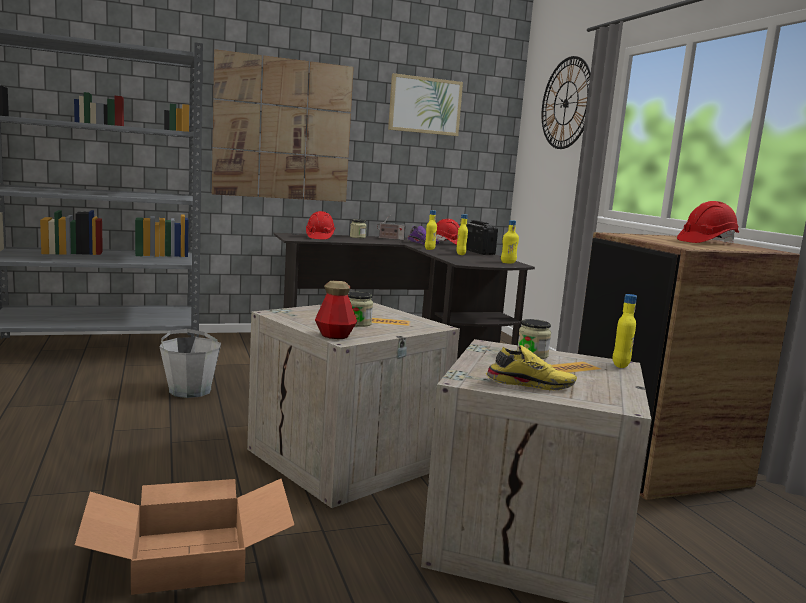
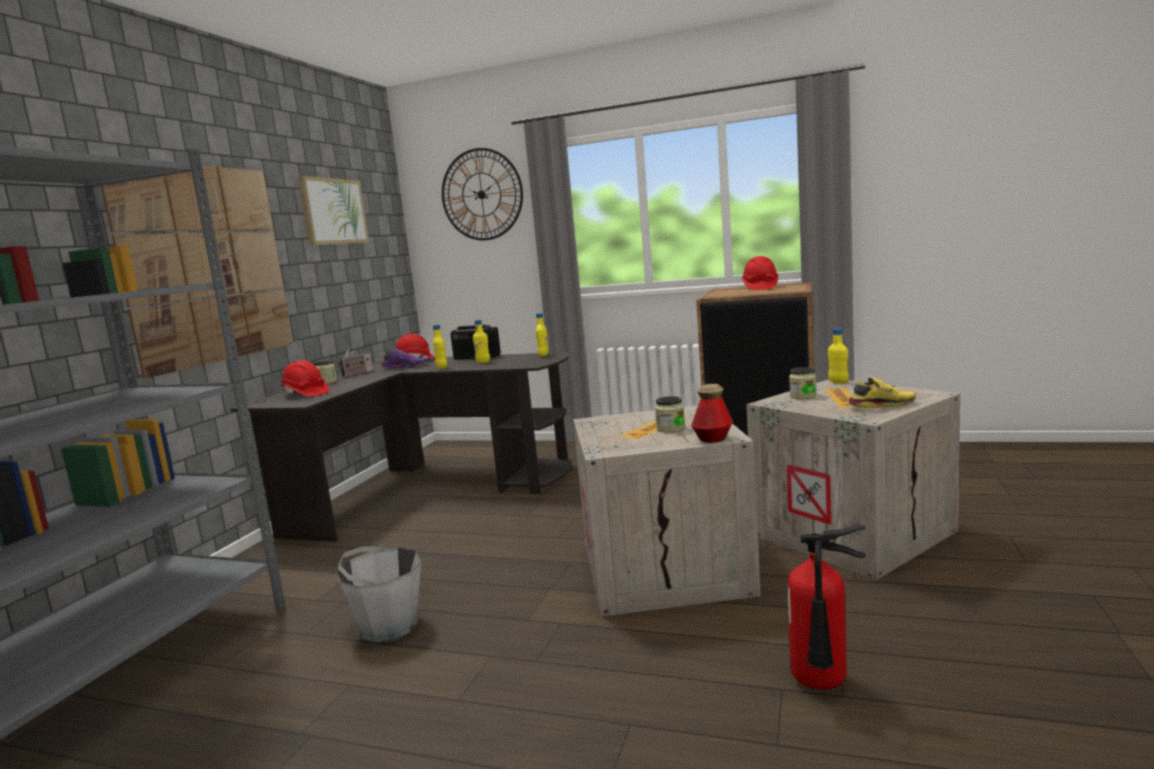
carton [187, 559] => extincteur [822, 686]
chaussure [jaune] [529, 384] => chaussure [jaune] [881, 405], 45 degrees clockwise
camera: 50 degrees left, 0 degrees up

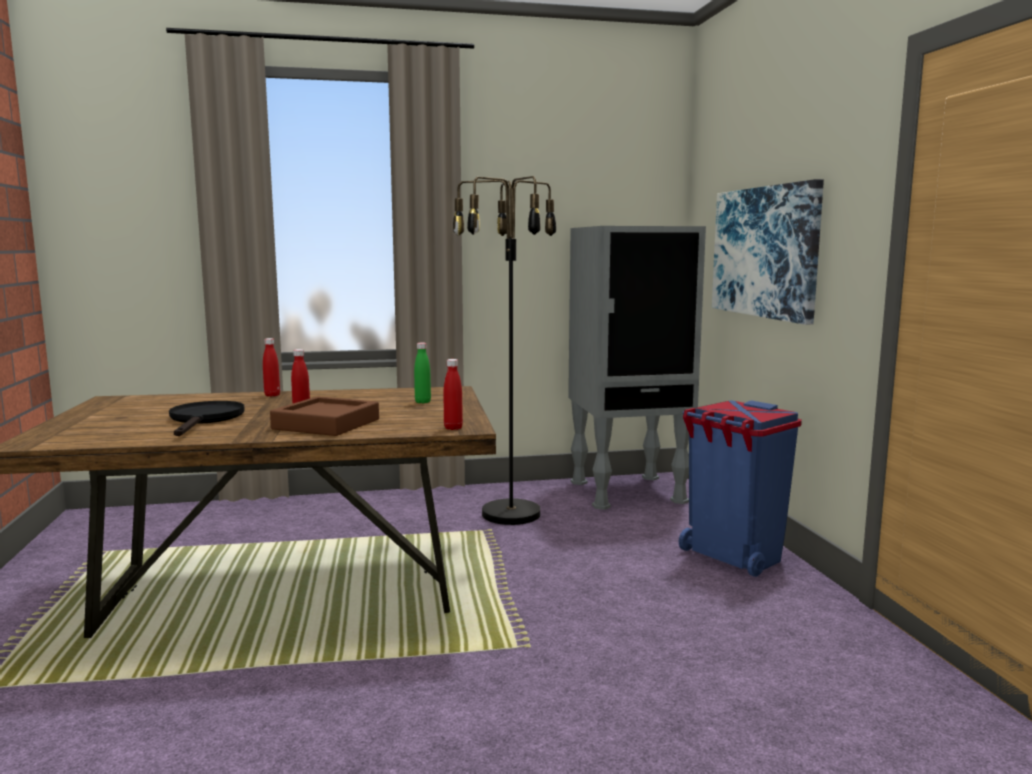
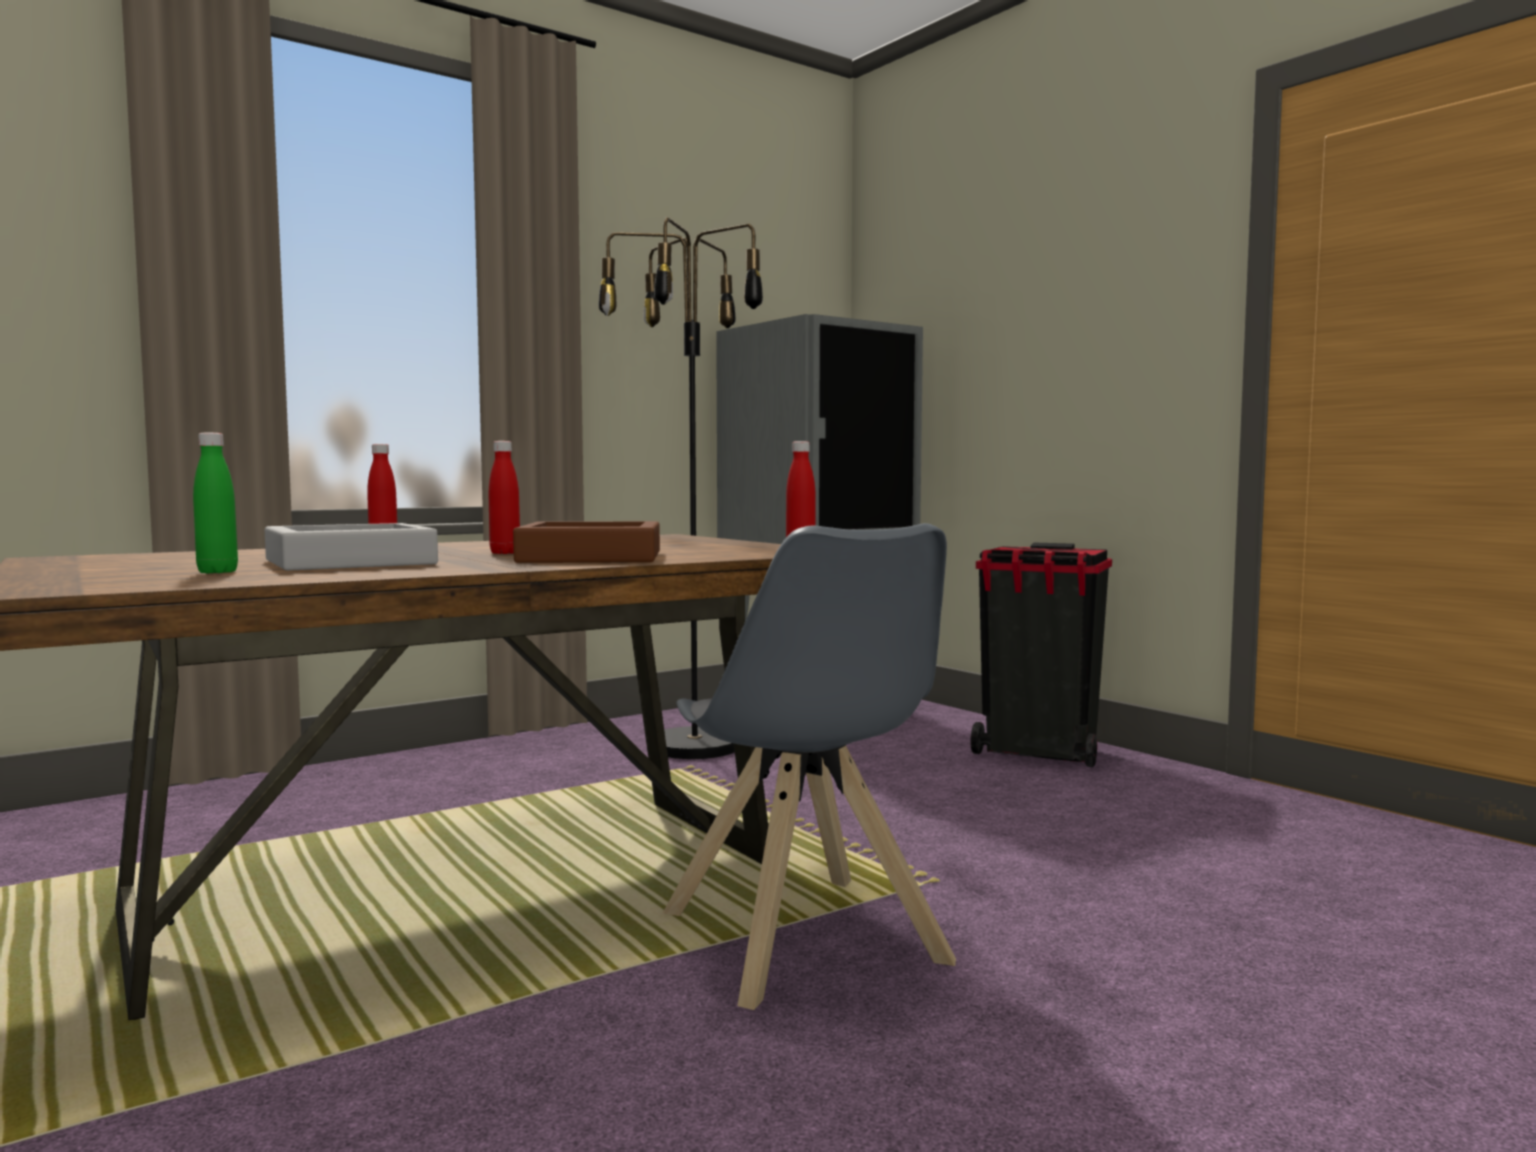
poêle [noir] [205, 419] => plateau [gris] [350, 562]
bouteille [vert] [422, 402] => bouteille [vert] [217, 572], shifted
poubelle [bleu] [733, 557] => poubelle [noir] [1039, 753]
tableau [764, 252] => nothing
nothing => chaise [gris] [805, 941]
camera: 25 degrees left, 5 degrees down

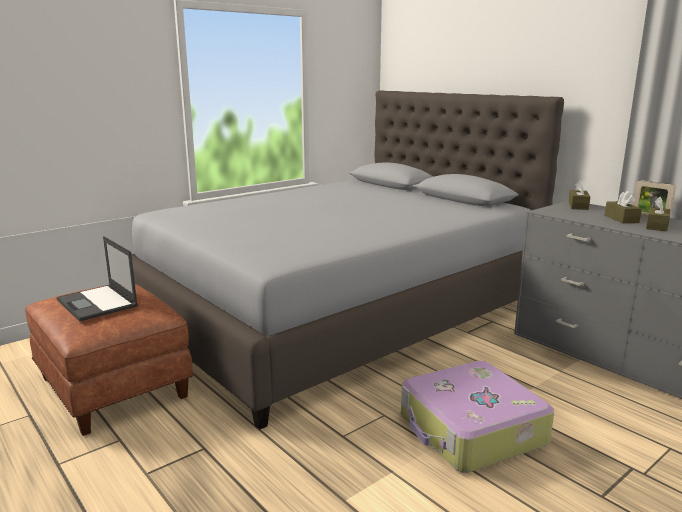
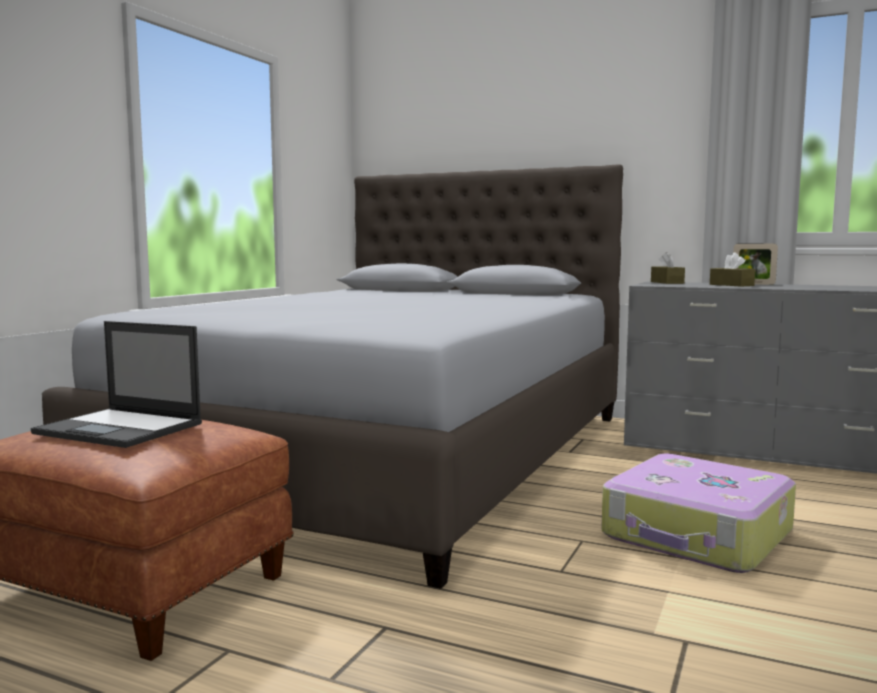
boîte à mouchoirs [marron] [656, 226] => nothing
camera: 25 degrees left, 10 degrees down

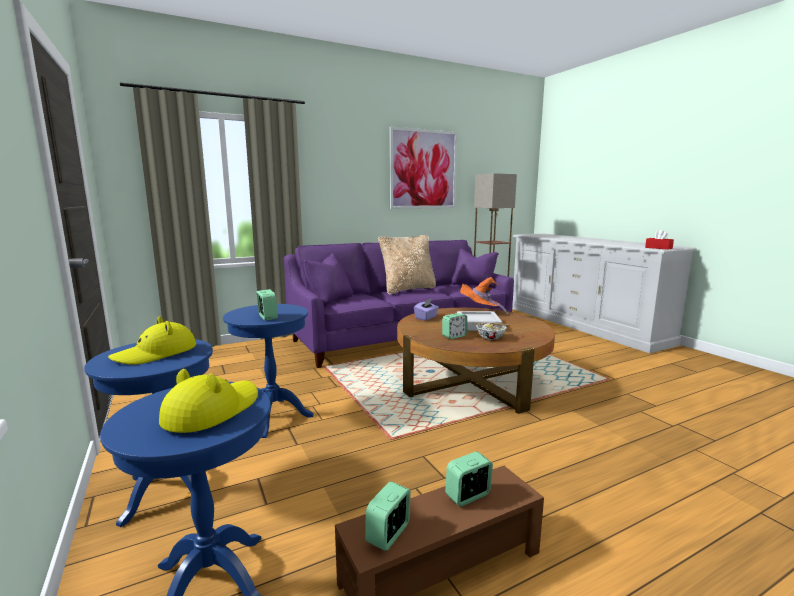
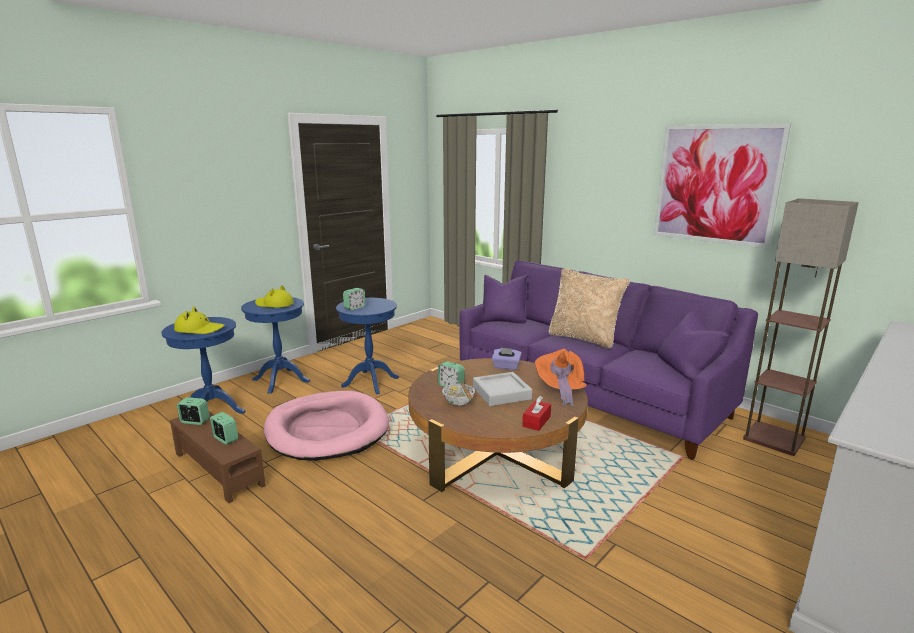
boîte à mouchoirs [rouge] [658, 248] => boîte à mouchoirs [rouge] [536, 421], shifted
nothing => panier pour chien [rose] [327, 430]
camera: 70 degrees right, 5 degrees up

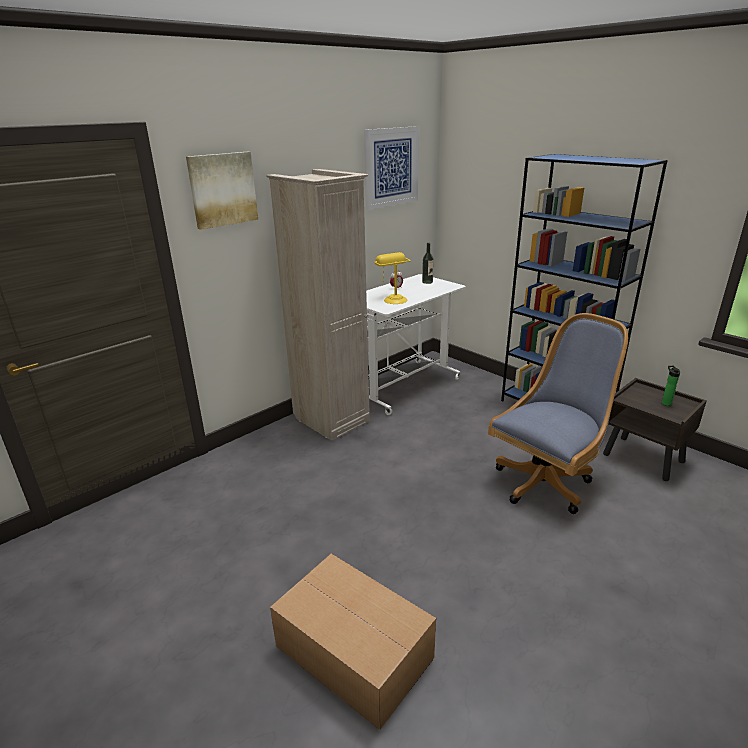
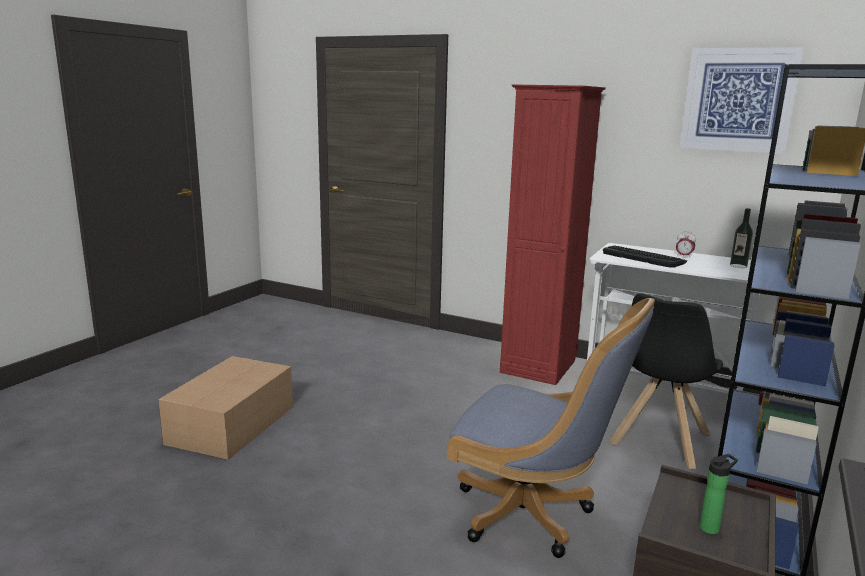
tableau [222, 189] => nothing
meuble de rangement [beige] [332, 419] => meuble de rangement [rouge] [539, 366]
lampe de table [jaune] [392, 298] => clavier [643, 257]
nothing => chaise [noir] [658, 441]
camera: 70 degrees right, 10 degrees down

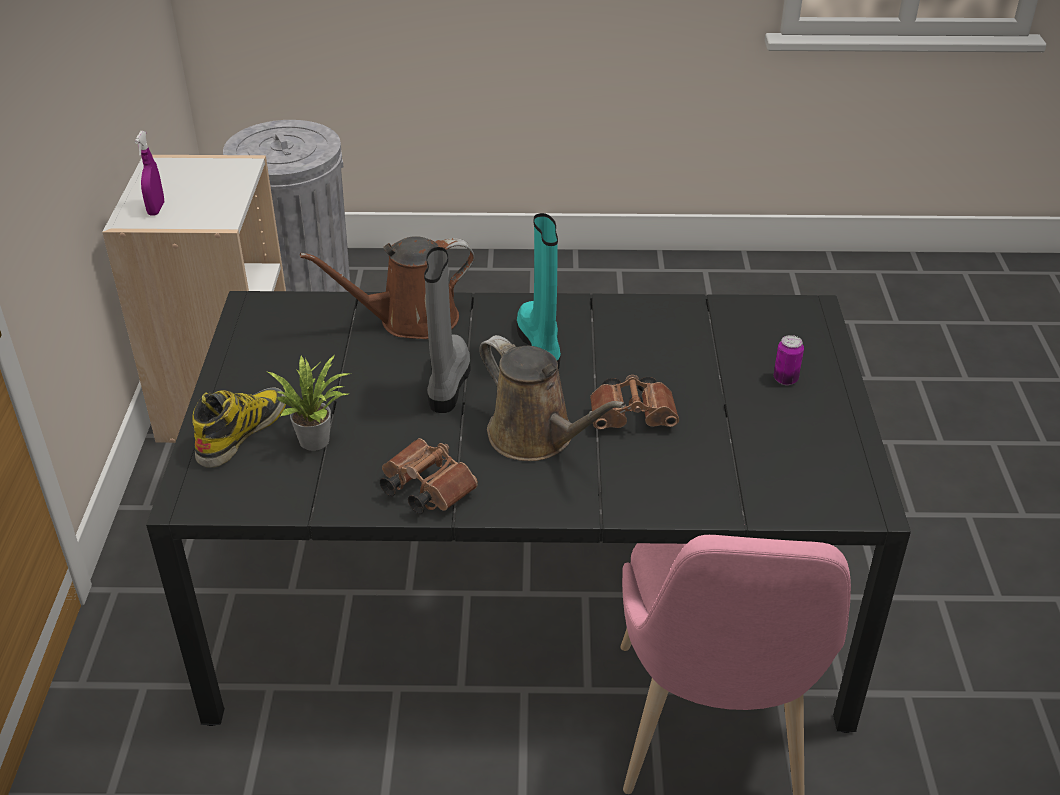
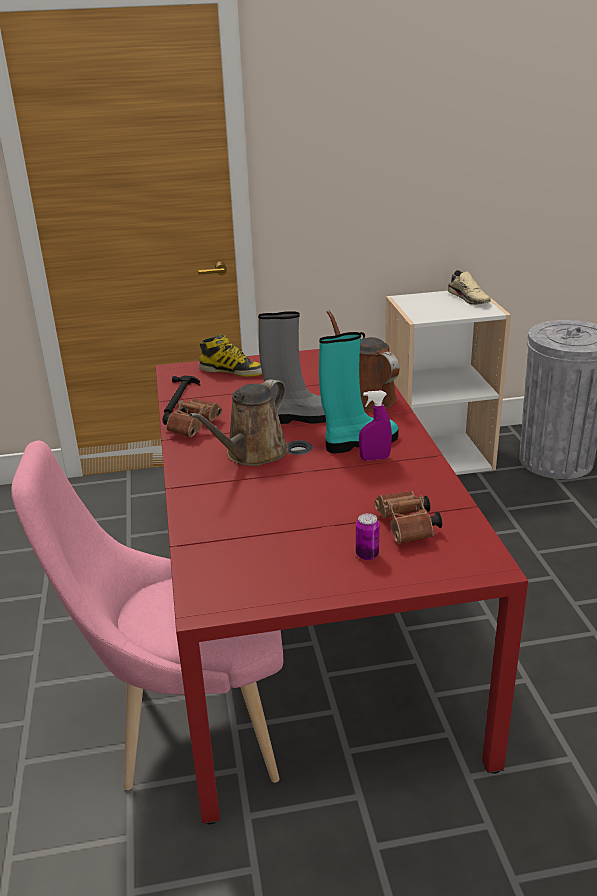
vaporisateur [violet] [156, 209] => vaporisateur [violet] [374, 458], shifted
table à manger [noir] [529, 596] => table à manger [rouge] [303, 614]
plante en pot [318, 439] => nothing
jumelles [marron] [634, 417] => jumelles [marron] [407, 528], shifted
nothing => marteau [179, 397]
nothing => chaussure [beige] [469, 298]
camera: 80 degrees right, 10 degrees down

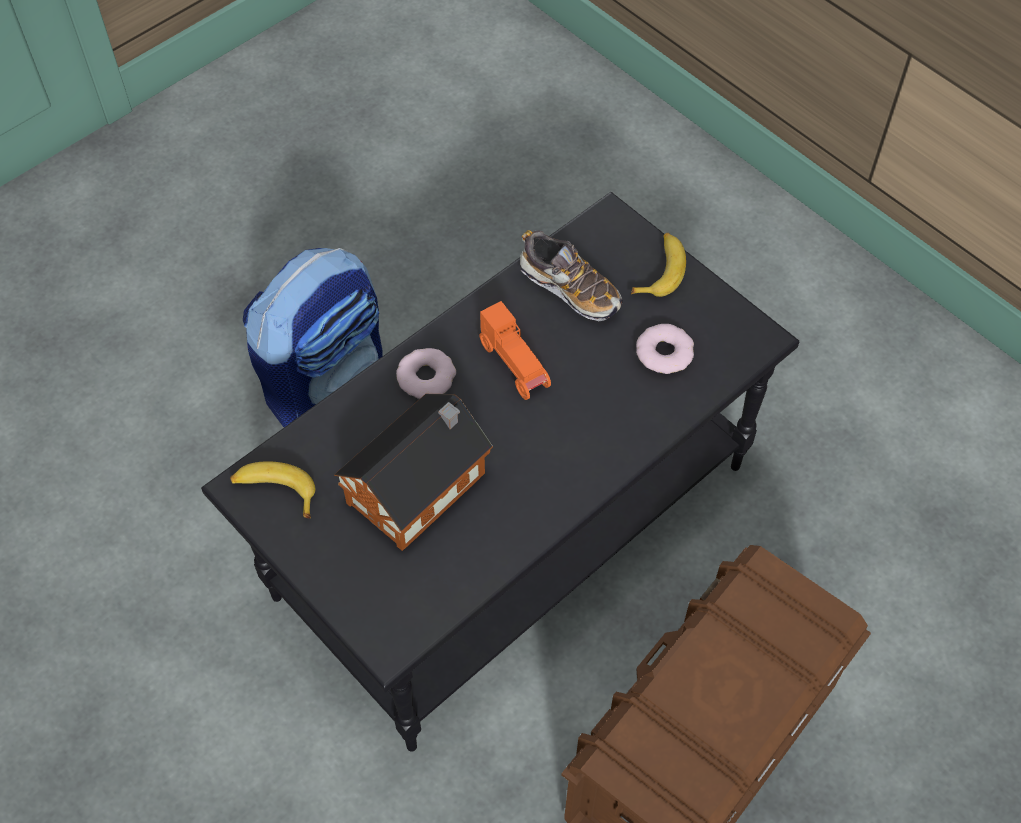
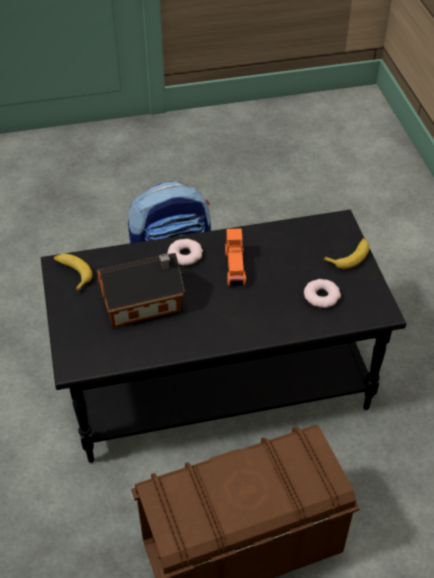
chaussure [570, 288] => nothing
camera: 30 degrees right, 10 degrees down

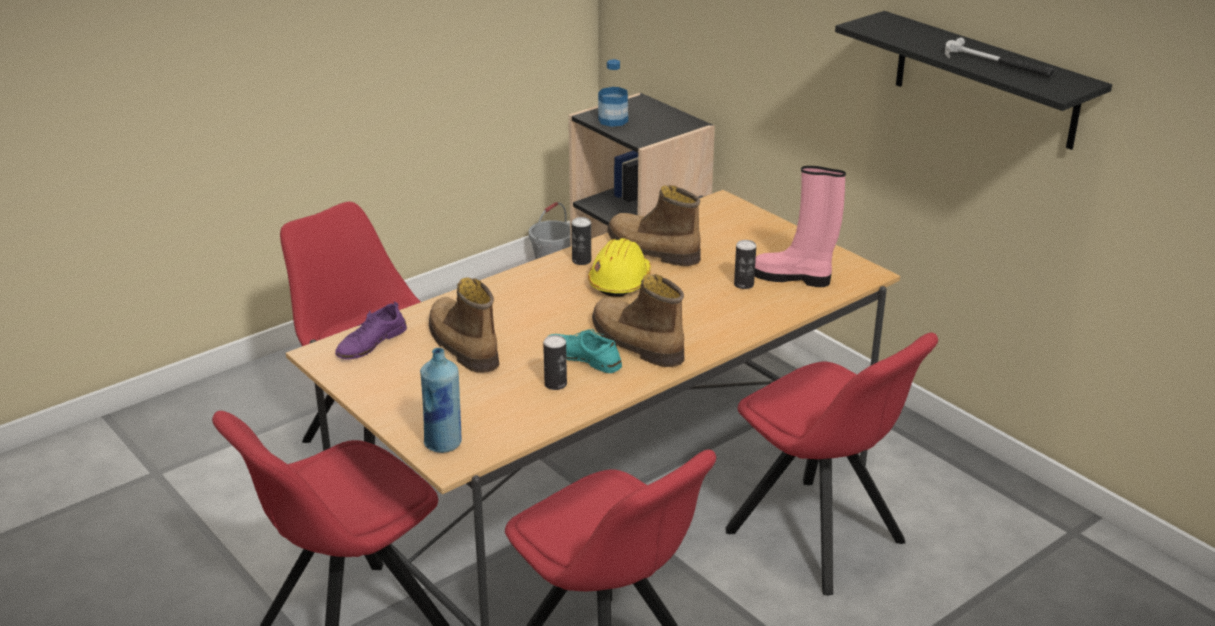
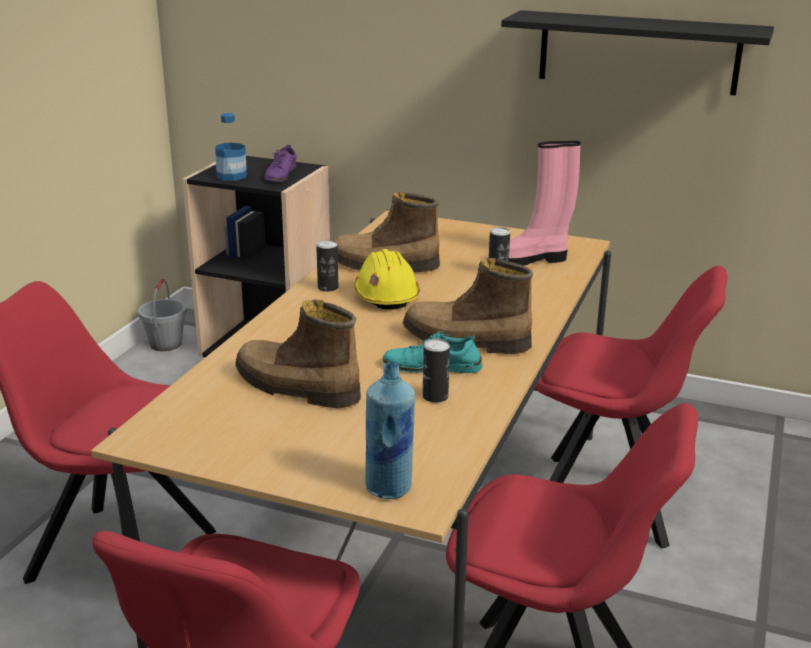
chaussure [violet] [371, 343] => chaussure [violet] [280, 175], shifted
marteau [996, 63] => nothing
camera: 30 degrees left, 5 degrees down

